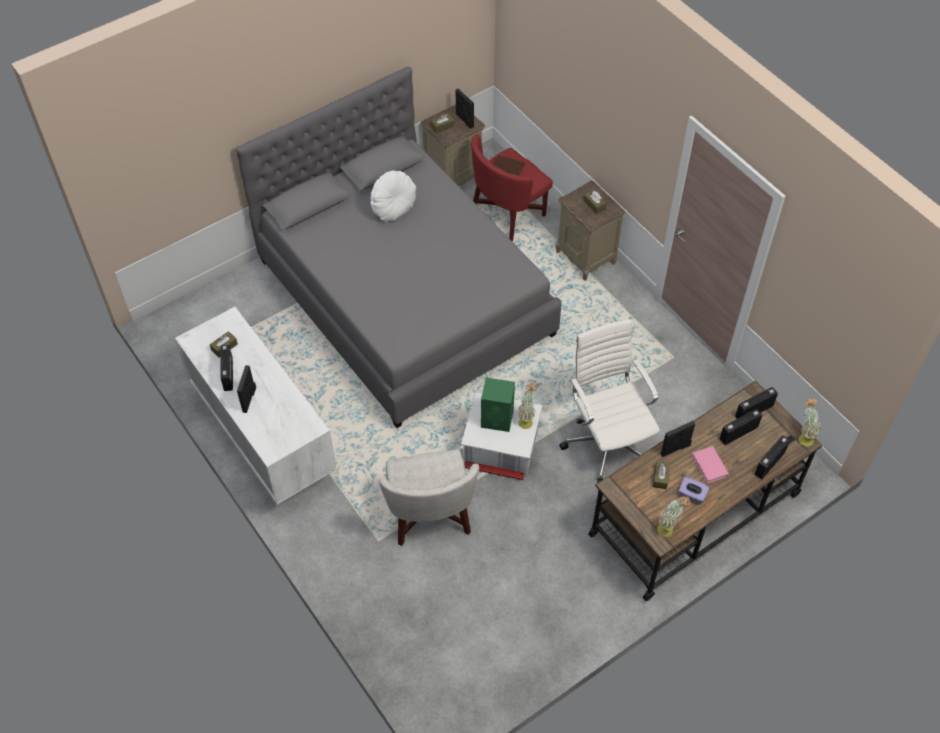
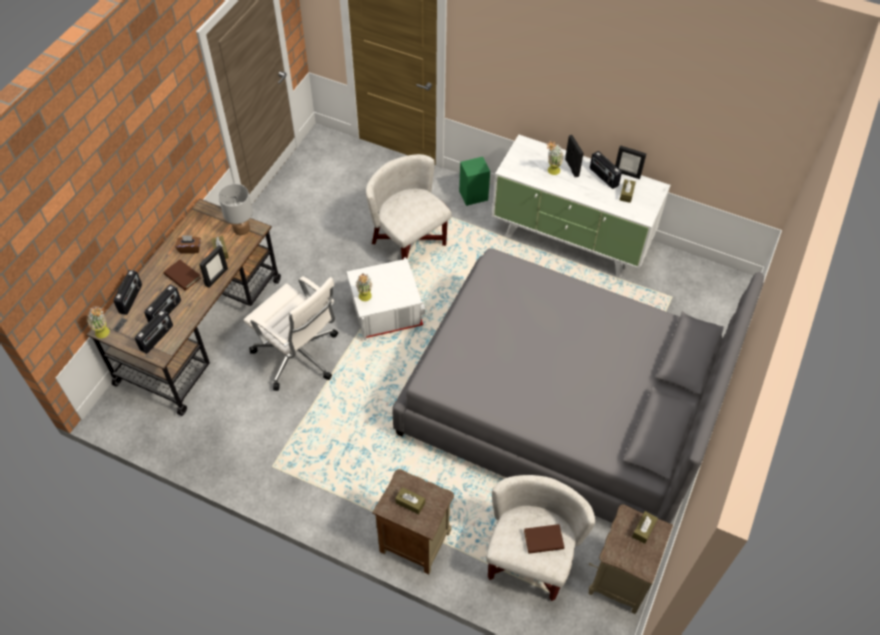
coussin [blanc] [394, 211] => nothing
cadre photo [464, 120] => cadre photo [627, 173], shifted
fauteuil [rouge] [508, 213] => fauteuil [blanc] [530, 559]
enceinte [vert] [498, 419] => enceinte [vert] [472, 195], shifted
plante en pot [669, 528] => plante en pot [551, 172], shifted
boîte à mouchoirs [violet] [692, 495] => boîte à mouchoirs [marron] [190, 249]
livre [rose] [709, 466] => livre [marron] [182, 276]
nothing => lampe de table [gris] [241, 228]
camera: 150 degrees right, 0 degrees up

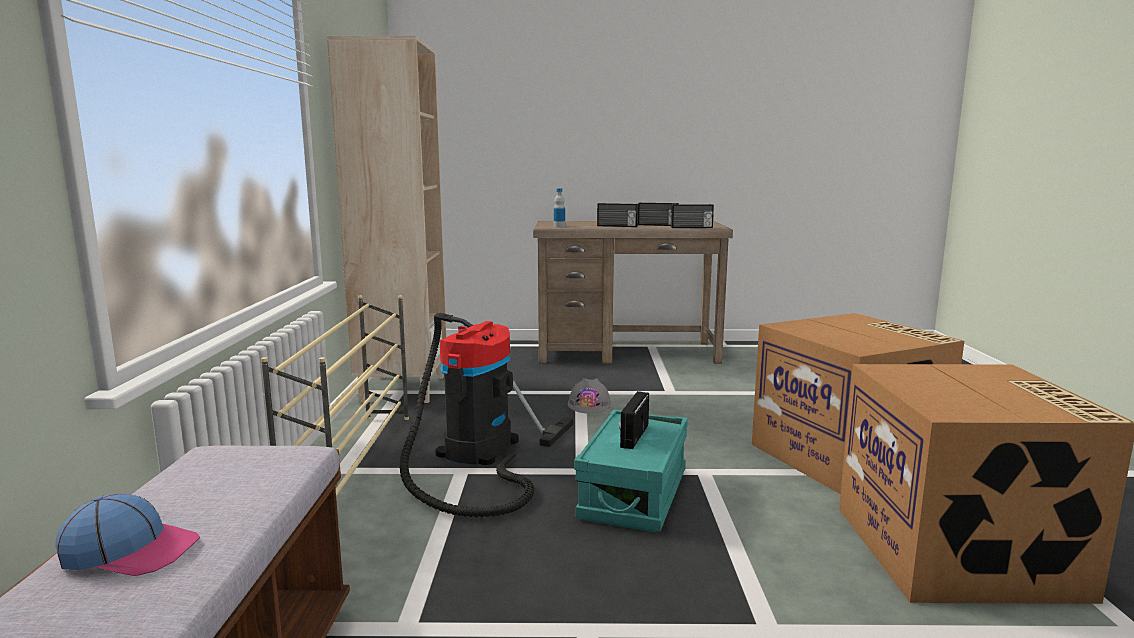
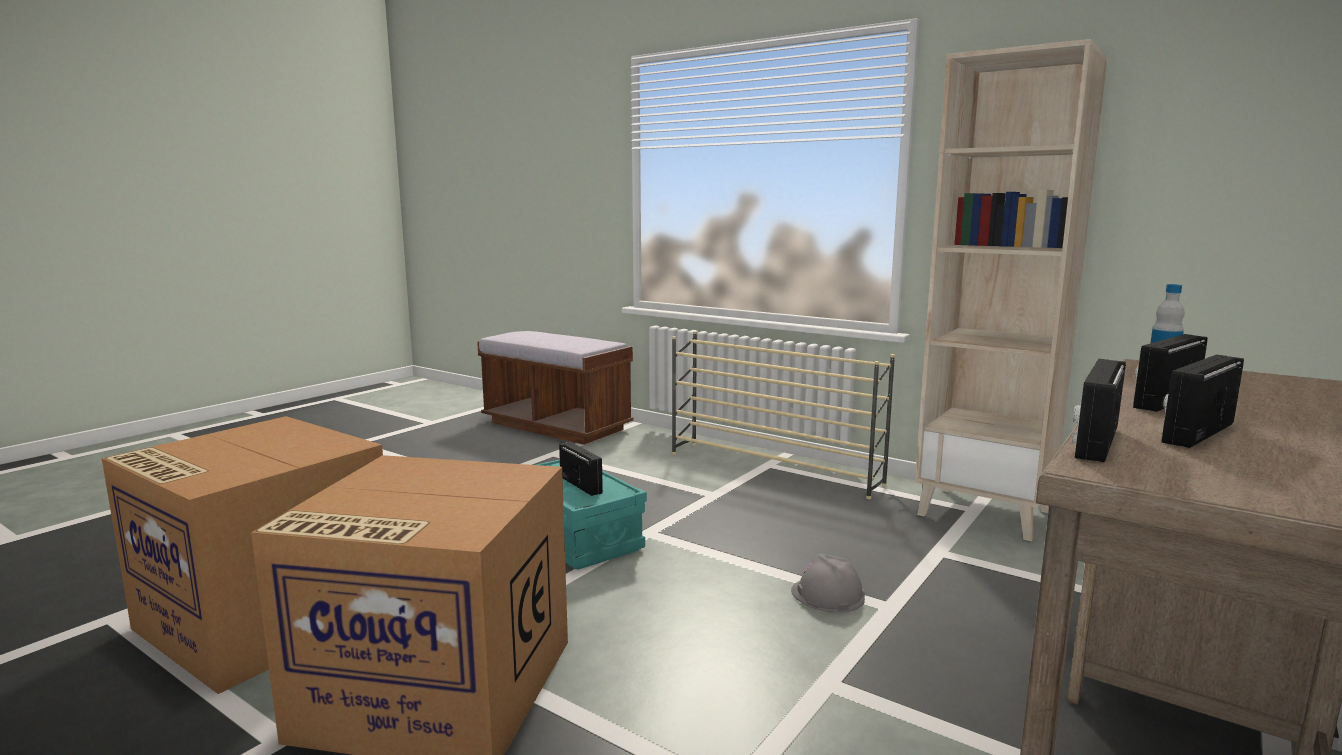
casquette [131, 550] => nothing
aspirateur [476, 453] => nothing
camera: 125 degrees right, 0 degrees up

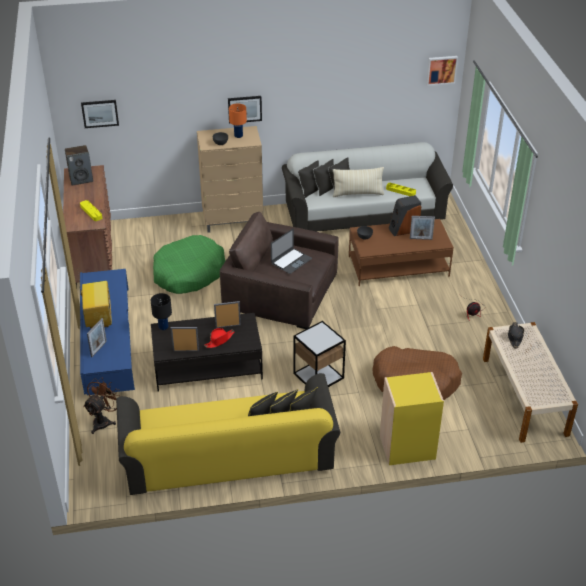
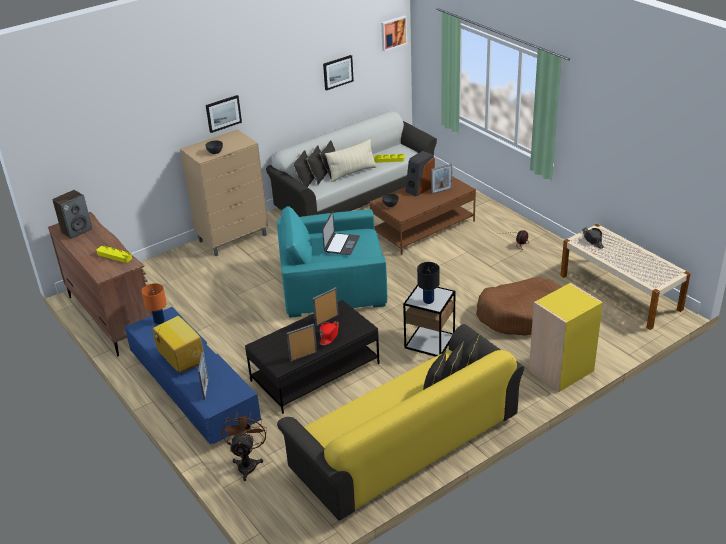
tableau [100, 113] => tableau [337, 72], shifted
lampe de table [noir] [164, 327] => lampe de table [noir] [429, 301], shifted
panier pour chien [vert] [188, 273] => nothing
fauteuil [marron] [280, 293] => fauteuil [turquoise] [333, 284]
lampe de table [orange] [238, 136] => lampe de table [orange] [158, 321], shifted
camera: 25 degrees left, 5 degrees down

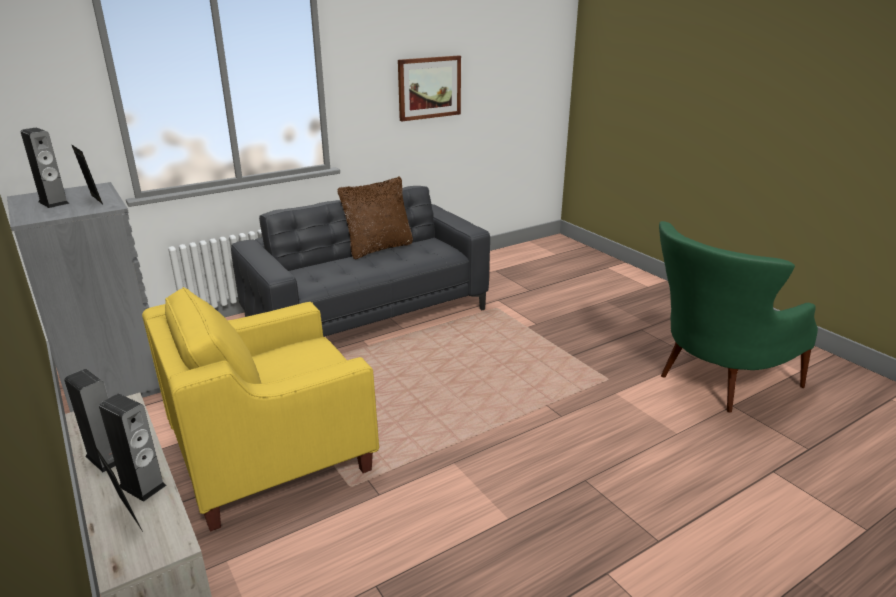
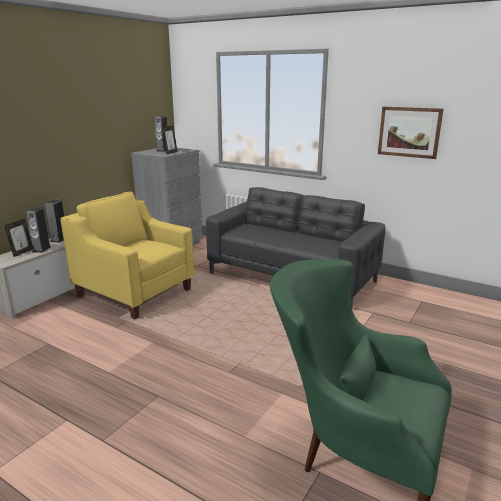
coussin [marron] [379, 249] => nothing
camera: 65 degrees right, 5 degrees down

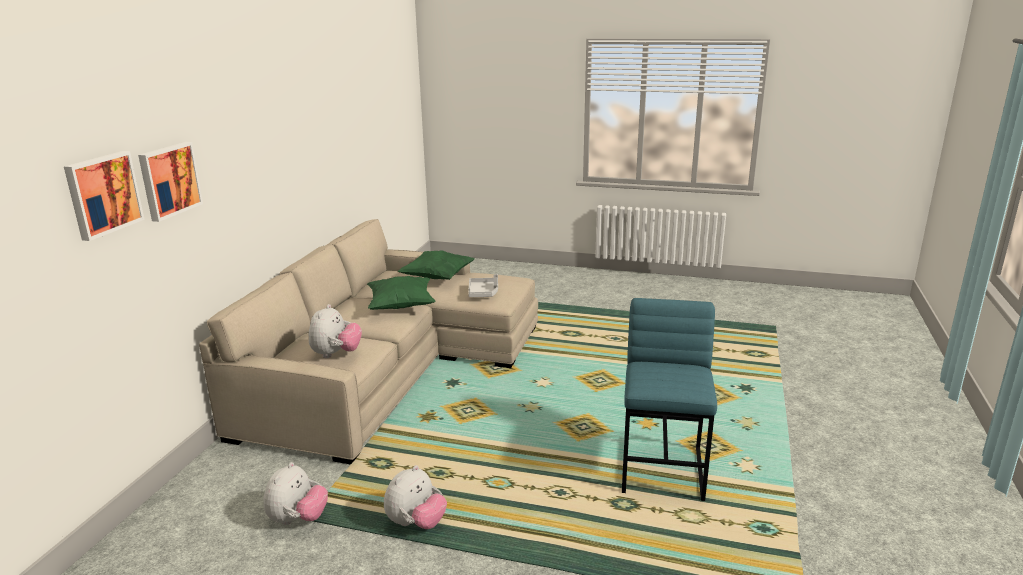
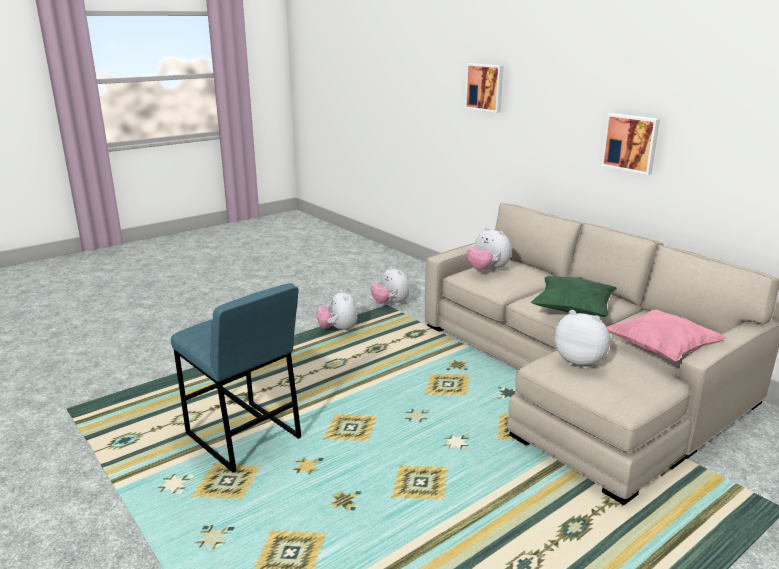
tableau [169, 180] => tableau [631, 143], shifted
coussin [vert] [437, 277] => coussin [rose] [660, 351]
plateau [gris] [483, 293] => peluche [581, 361]
camera: 125 degrees right, 0 degrees up

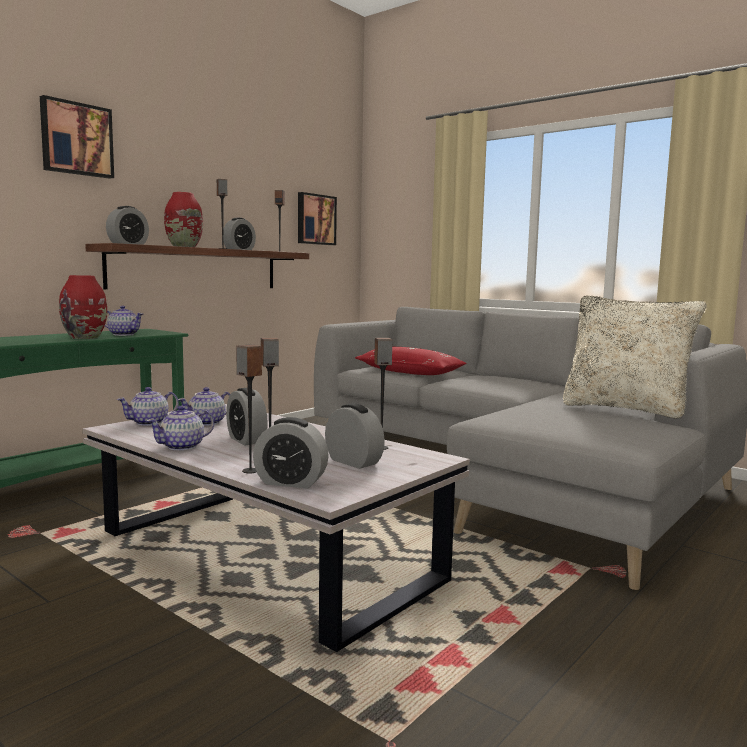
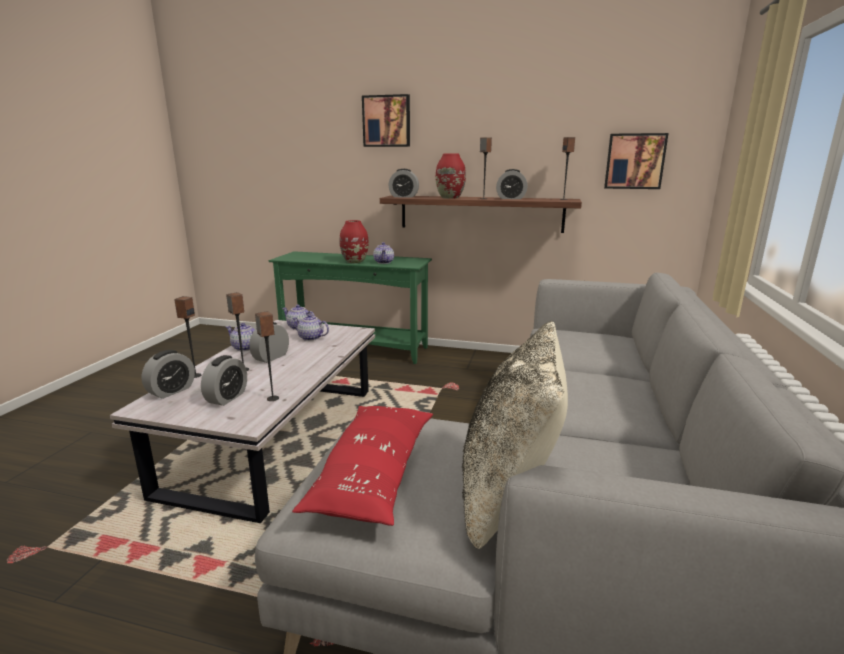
réveil [291, 482] => réveil [171, 391], 135 degrees counterclockwise
coussin [rouge] [410, 372] => coussin [rouge] [374, 474], shifted
camera: 65 degrees right, 10 degrees up

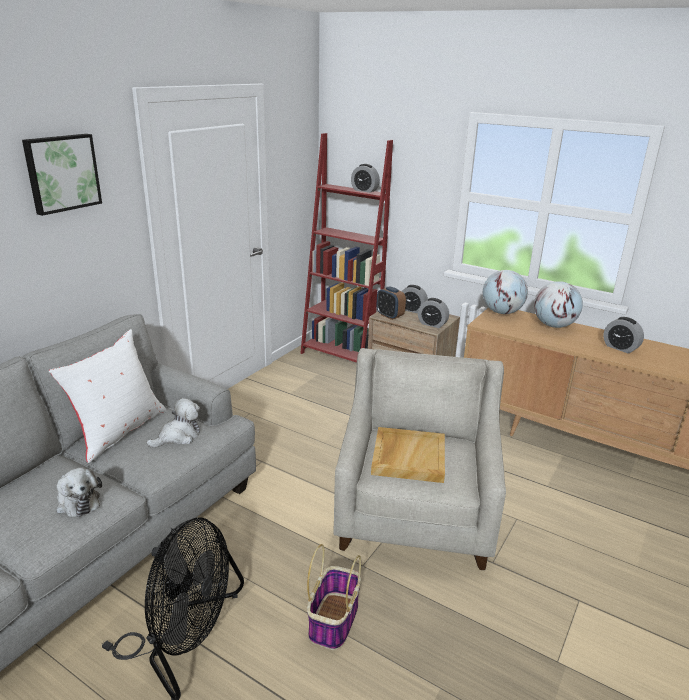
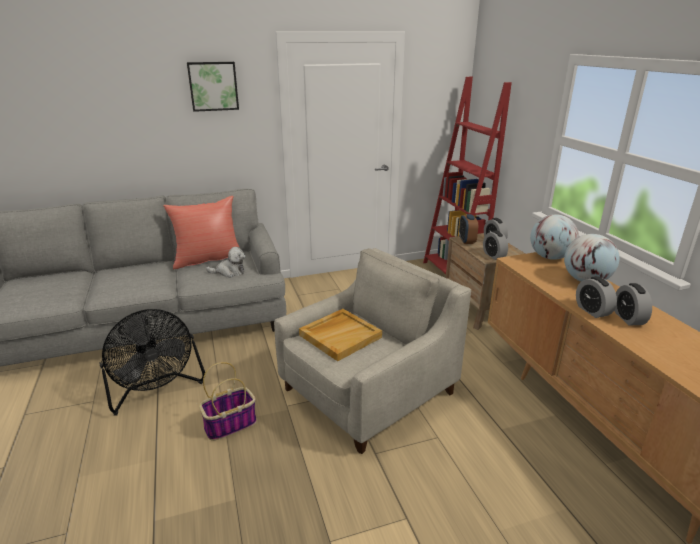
coussin [blanc] [118, 431] => coussin [rouge] [208, 259]
peluche [77, 501] => nothing
réveil [364, 190] => réveil [592, 311], shifted
camera: 40 degrees right, 0 degrees up

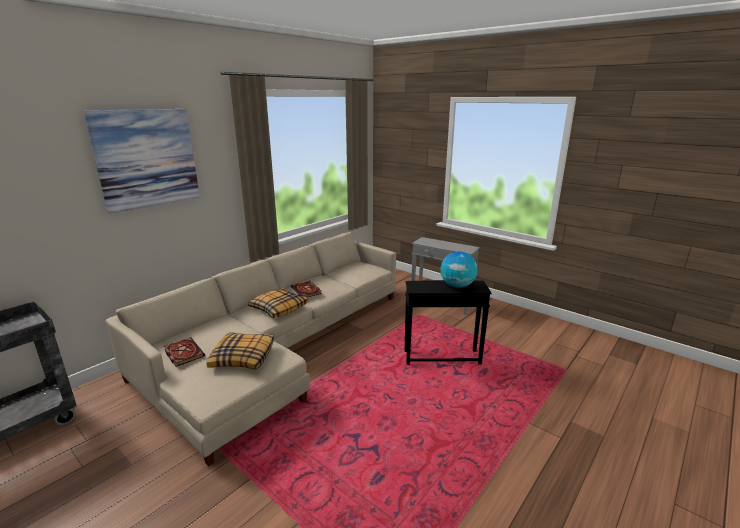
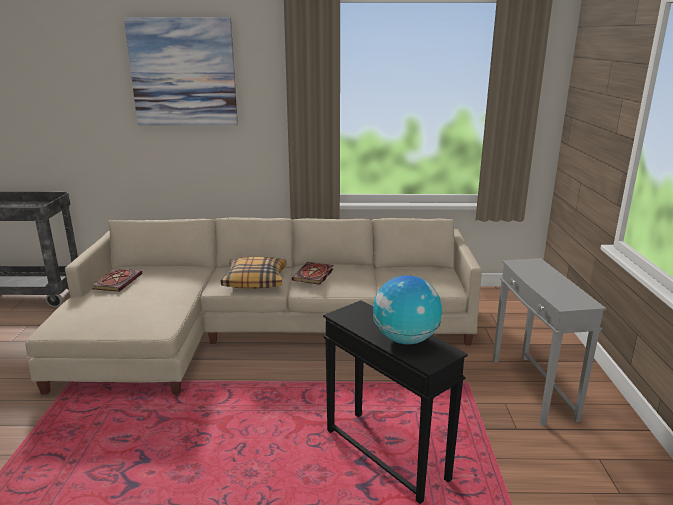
coussin [243, 357] => nothing
camera: 50 degrees right, 0 degrees up

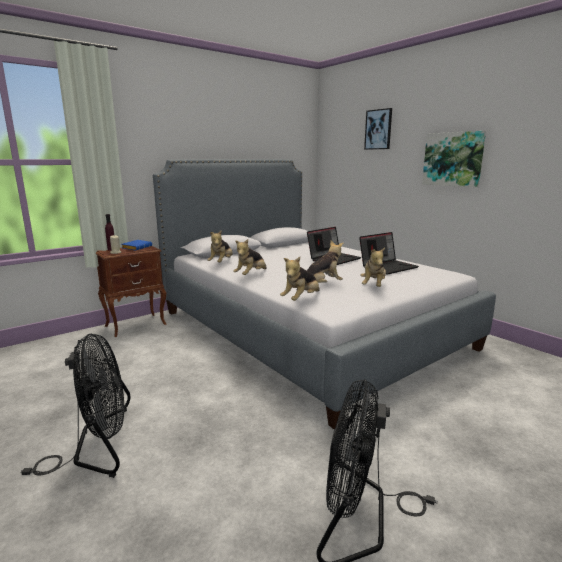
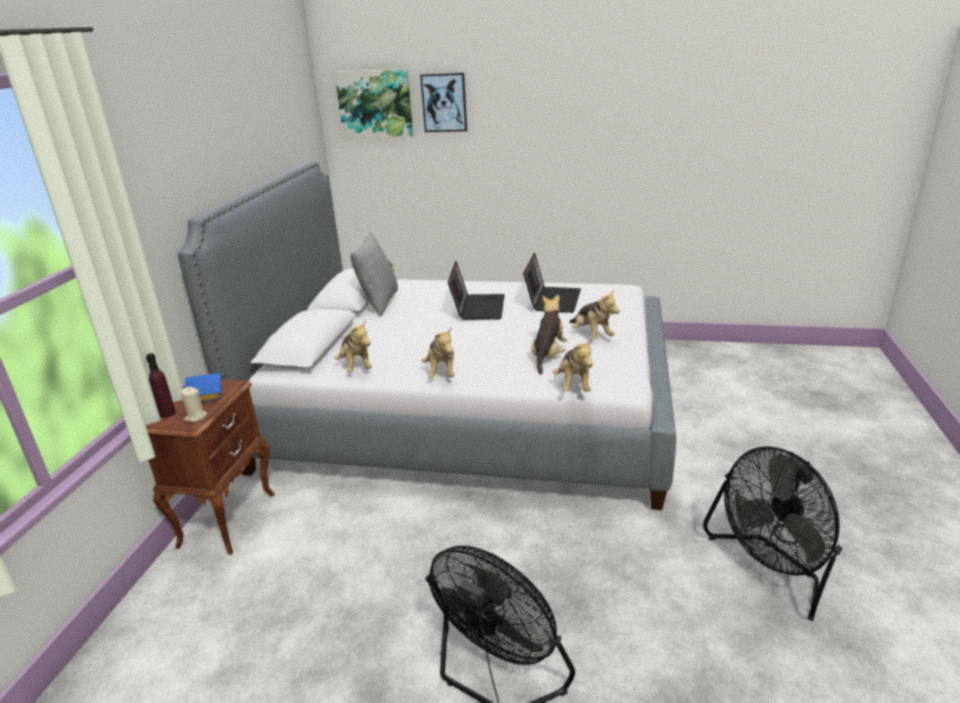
tableau [453, 159] => tableau [375, 104], shifted
nothing => coussin [gris] [379, 303]
camera: 40 degrees left, 10 degrees up

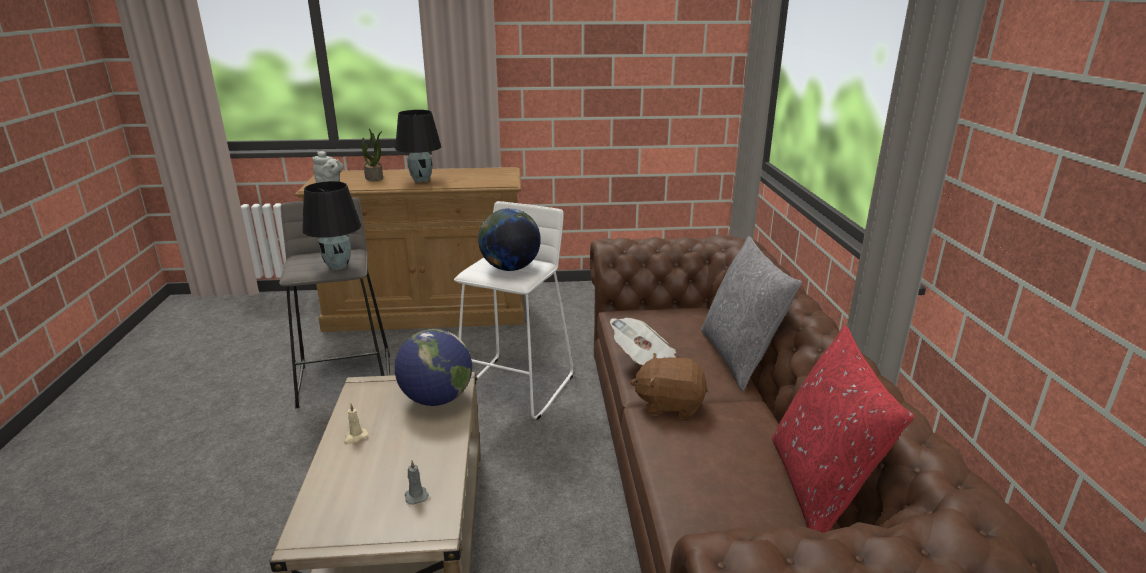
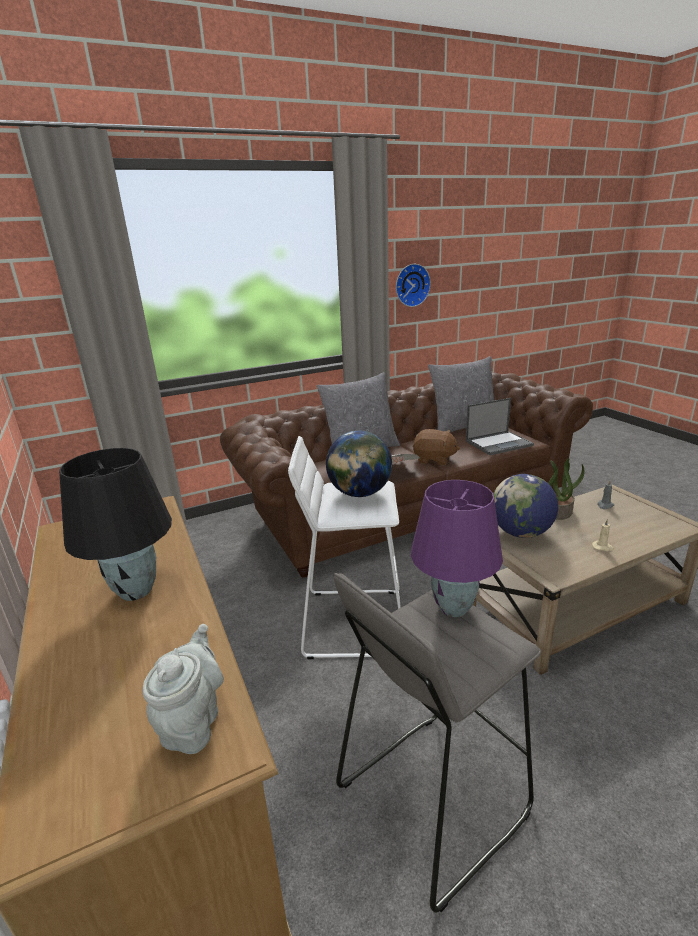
lampe de table [noir] [338, 266] => lampe de table [violet] [452, 607]
plante en pot [374, 178] => plante en pot [560, 512], shifted
peluche [marron] [669, 405] => peluche [marron] [434, 459], 60 degrees counterclockwise
coussin [rouge] [819, 489] => coussin [gris] [463, 427]
nothing => horloge murale [411, 285]
nothing => ordinateur portable [499, 443]
camera: 110 degrees left, 0 degrees up

